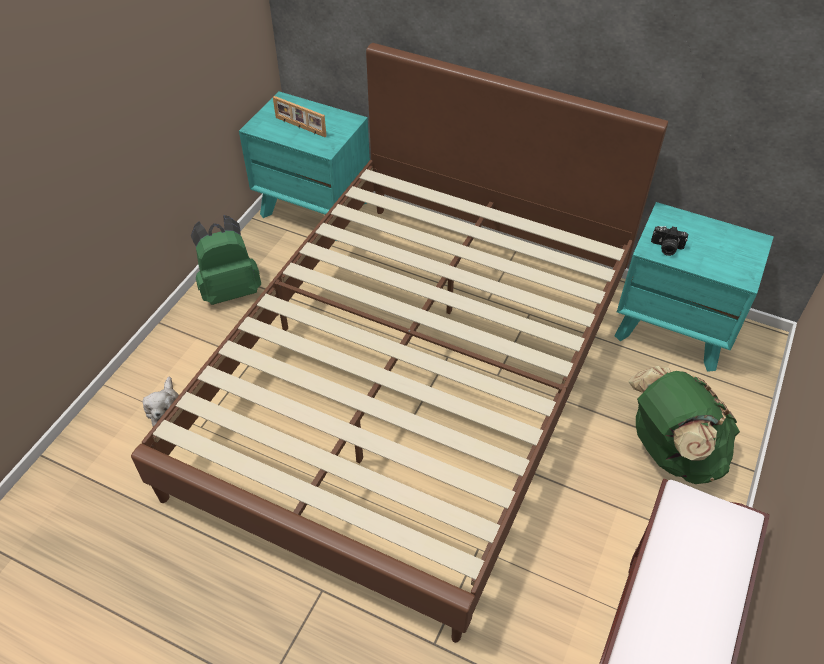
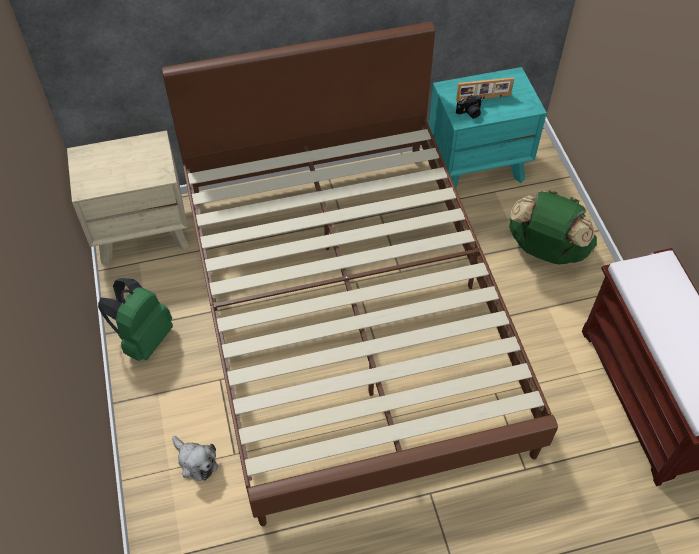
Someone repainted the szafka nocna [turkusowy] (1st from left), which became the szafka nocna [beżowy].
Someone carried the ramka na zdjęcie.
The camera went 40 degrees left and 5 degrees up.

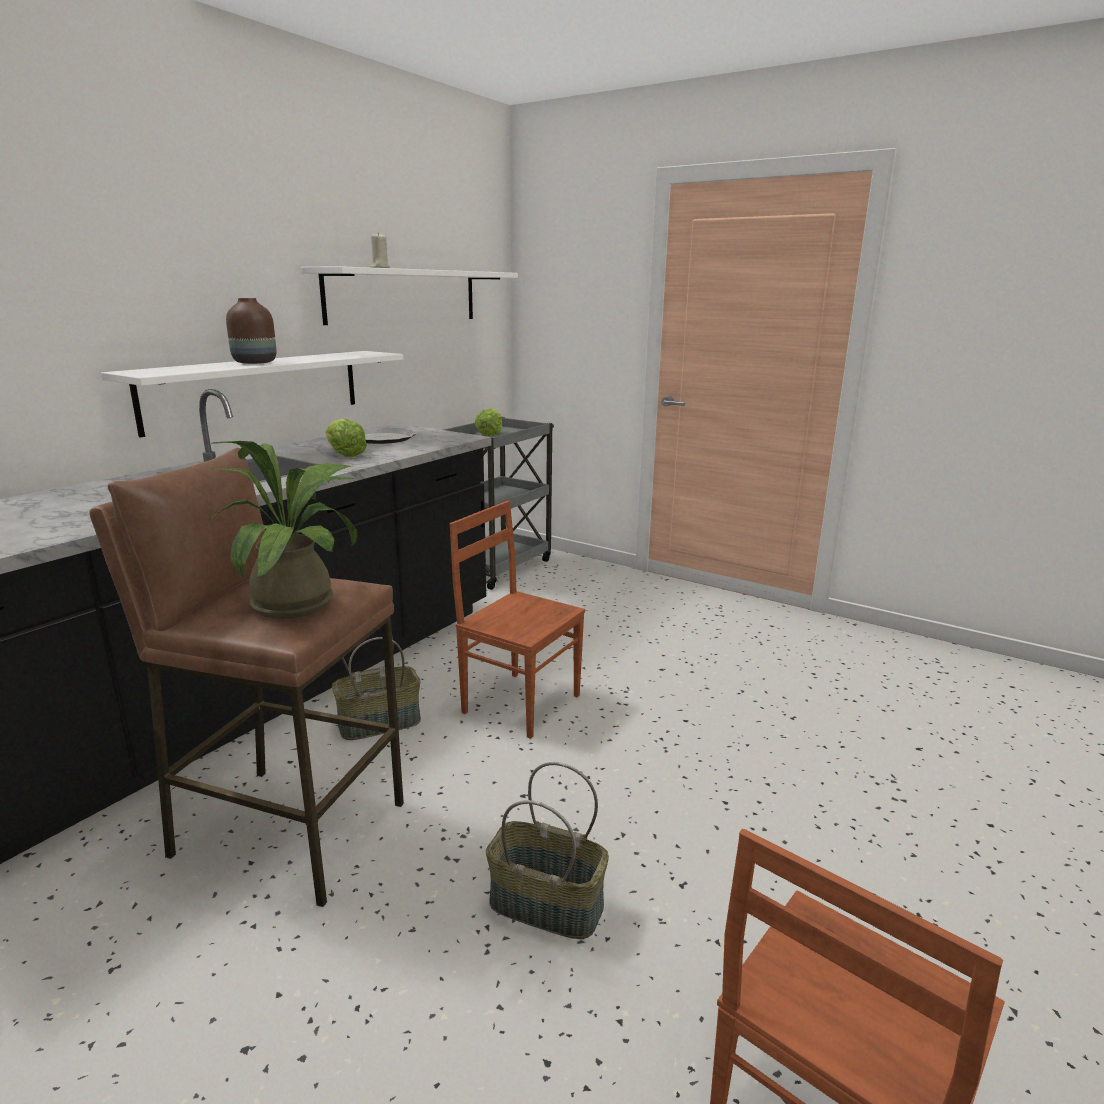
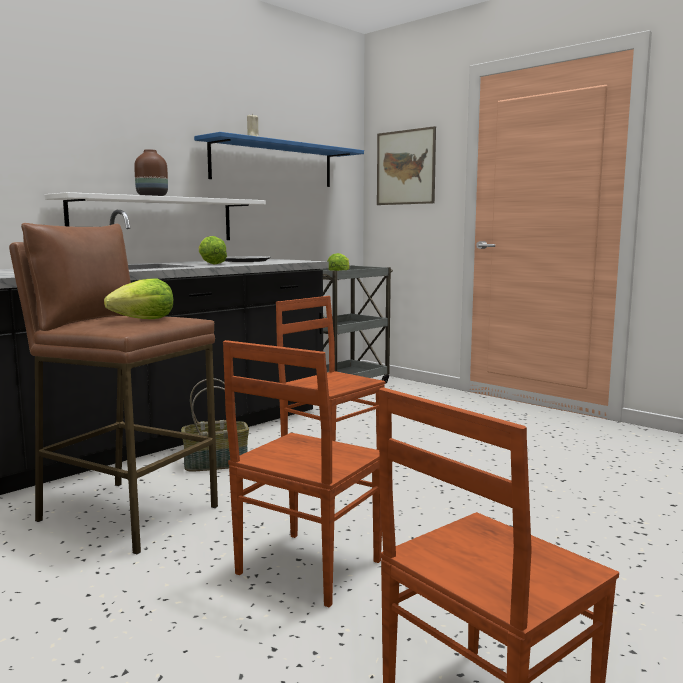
Someone swapped the roślina doniczkowa for the sałata (1st from left).
Someone repainted the półka [biały] (2nd from left), which became the półka [niebieski].
Someone swapped the koszyk (2nd from left) for the krzesło [brązowy] (1st from left).
Someone put up the obraz.
The camera went 10 degrees right and 10 degrees down.

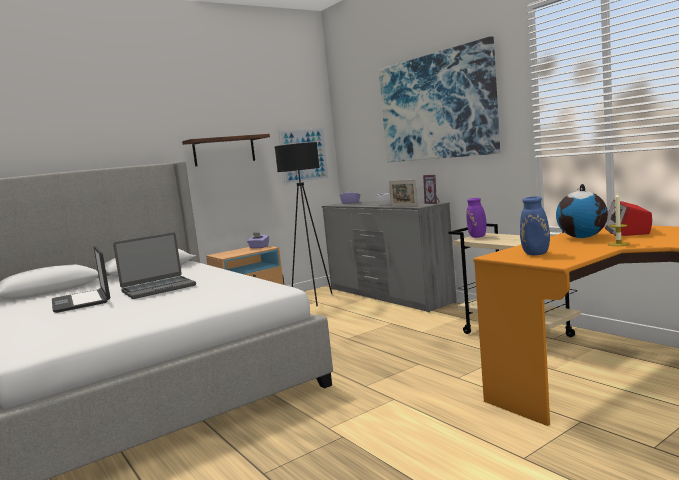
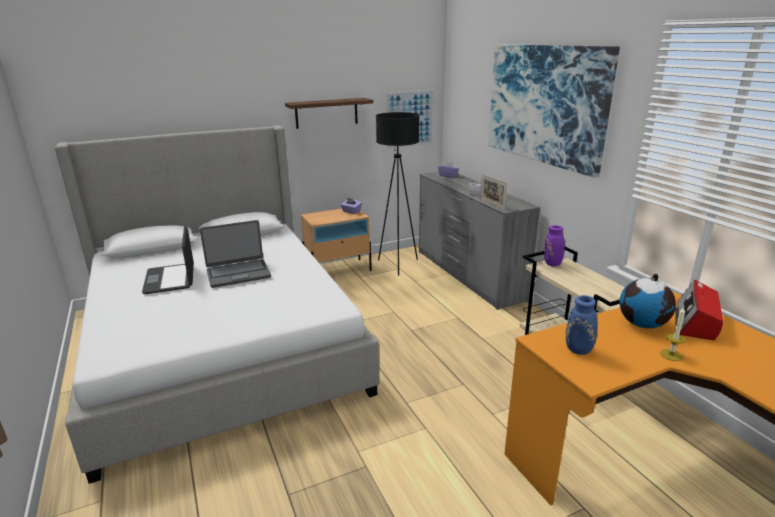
Someone took away the ramka na zdjęcie (2nd from left).
The camera went 10 degrees right and 15 degrees up.

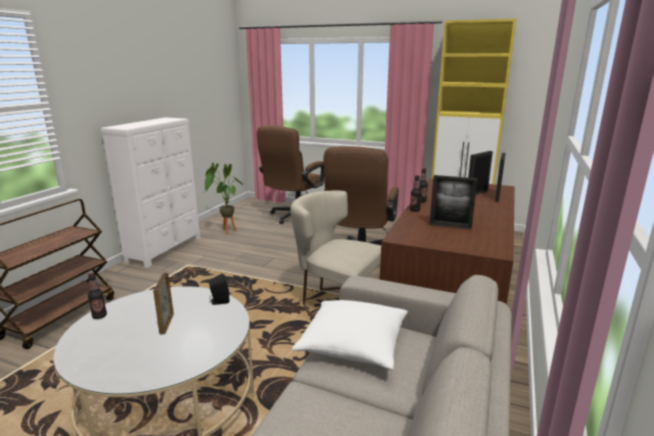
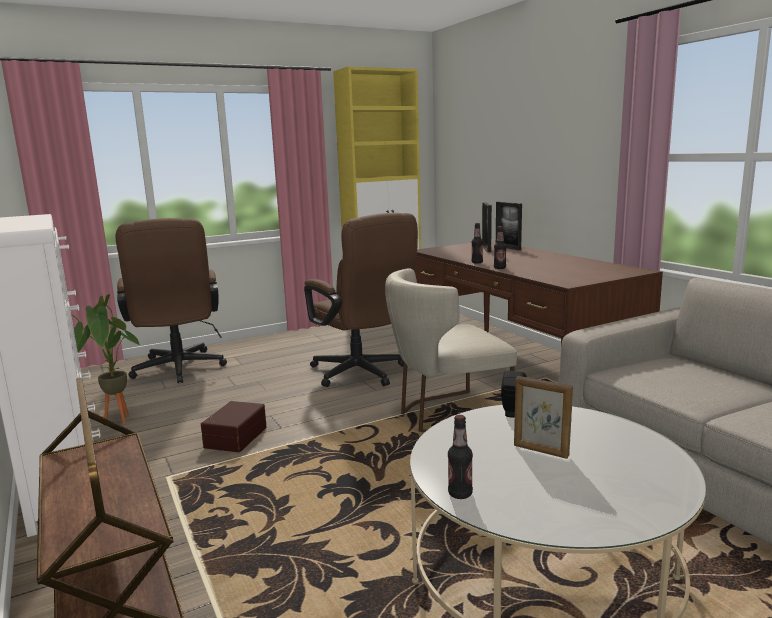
Someone took away the poduszka [biały].
Someone took away the ramka na zdjęcie (2nd from left).
Someone put down the pojemnik do przechowywania [brązowy].
The camera went 50 degrees left and 5 degrees down.

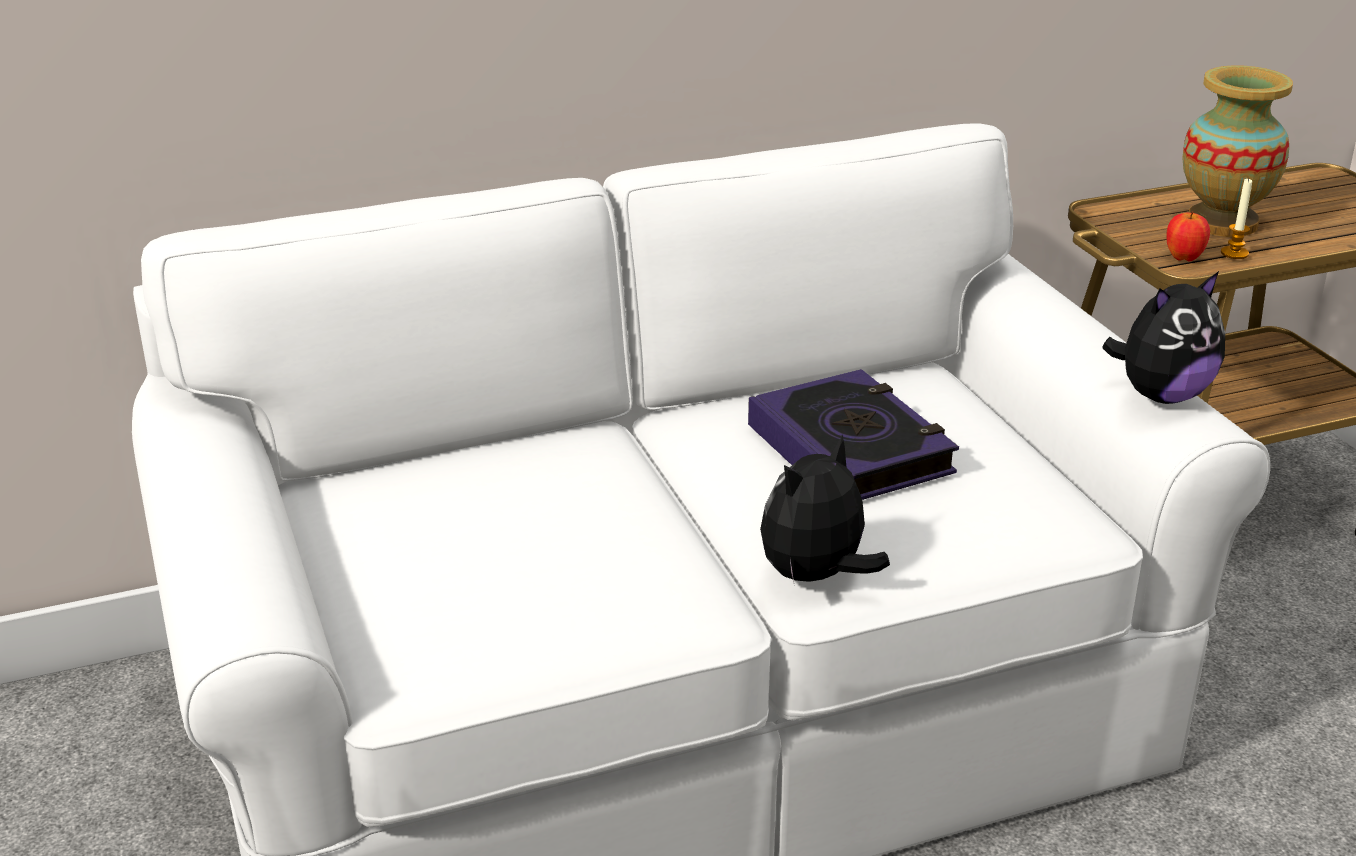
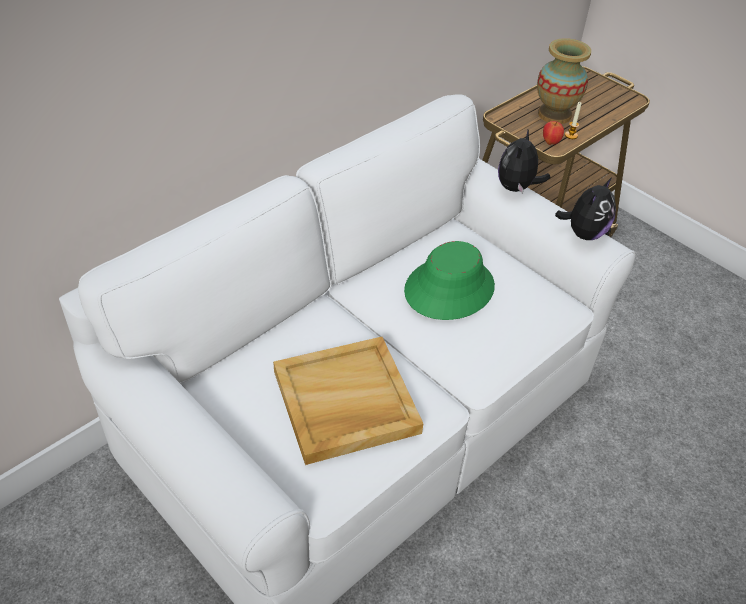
Someone swapped the książka for the kapelusz [zielony].
Someone carried the pluszak (1st from left).
Someone put down the taca [beżowy].
The camera went 25 degrees left and 15 degrees up.

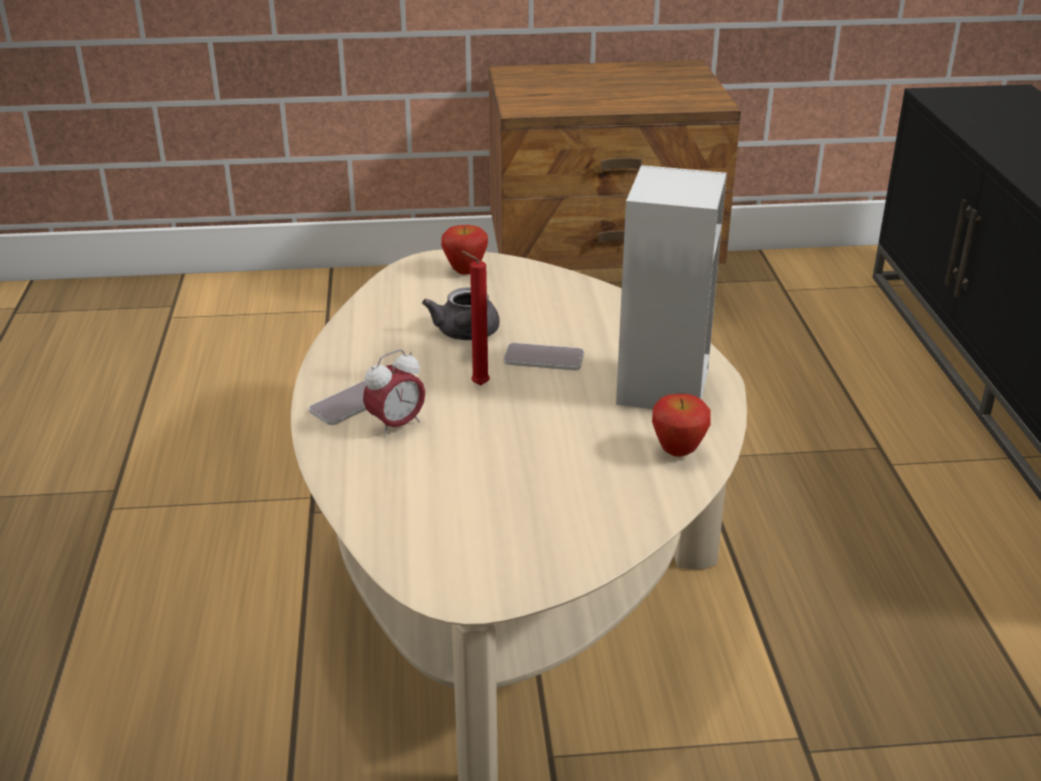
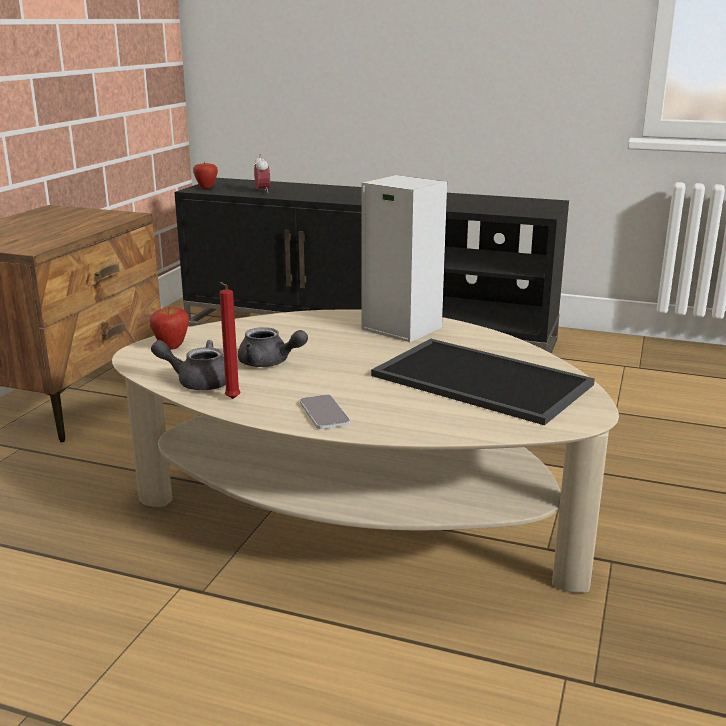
Someone carried the budzik.
Someone carried the świeca [czerwony].
Someone took away the telefon (2nd from left).
Someone carried the jabłko (2nd from left).
Someone put down the imbryk [szary] (1st from left).
Someone put down the taca.
The camera went 65 degrees left and 10 degrees down.

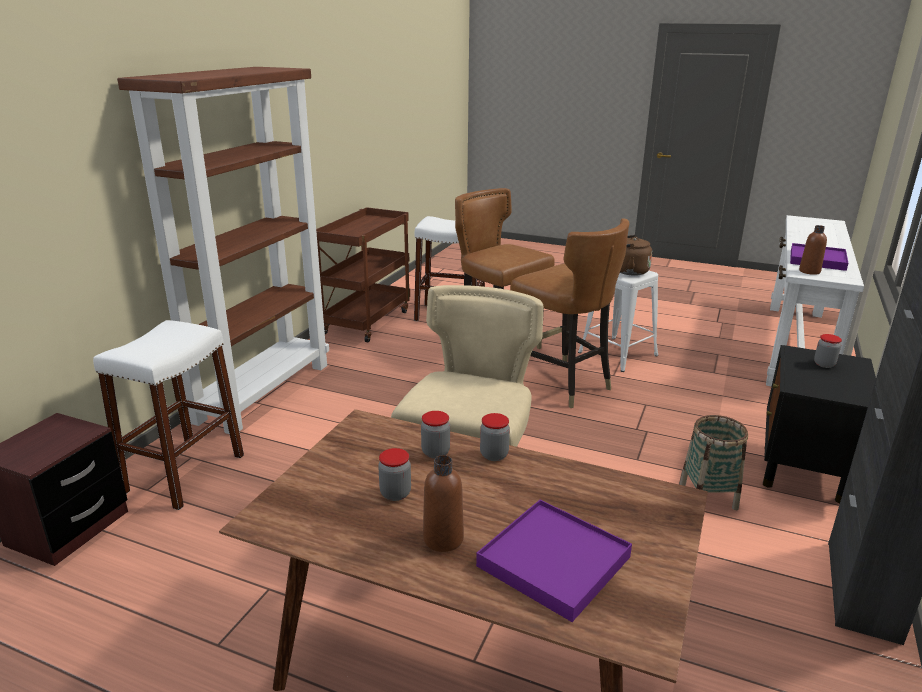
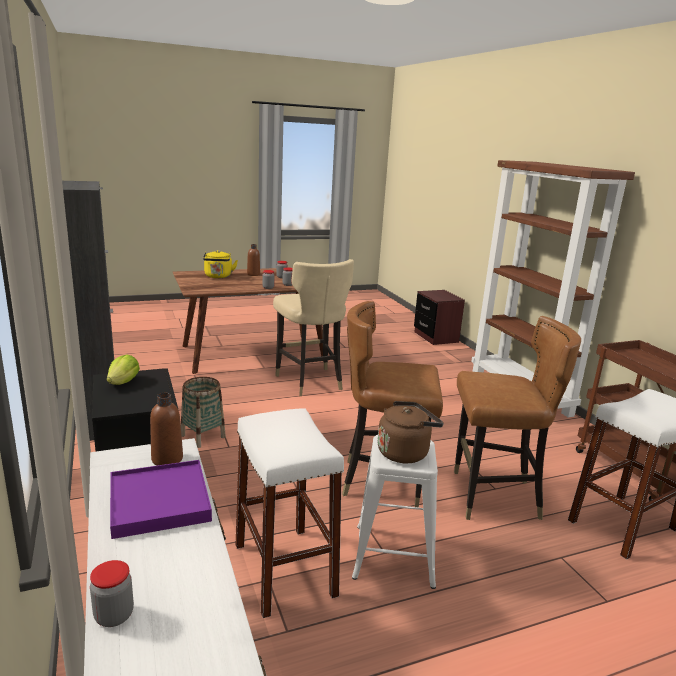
Someone carried the stołek [biały] (1st from left).
Someone swapped the taca [fioletowy] (1st from left) for the czajnik [żółty].
Someone carried the słoik (4th from left in the first image).
Someone put down the sałata.
The camera went 135 degrees right and 5 degrees down.

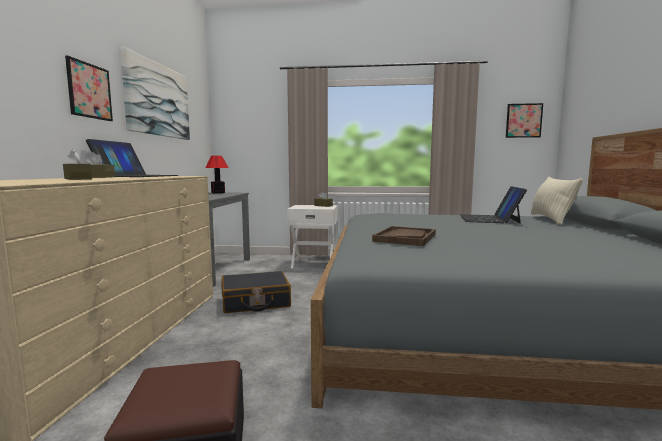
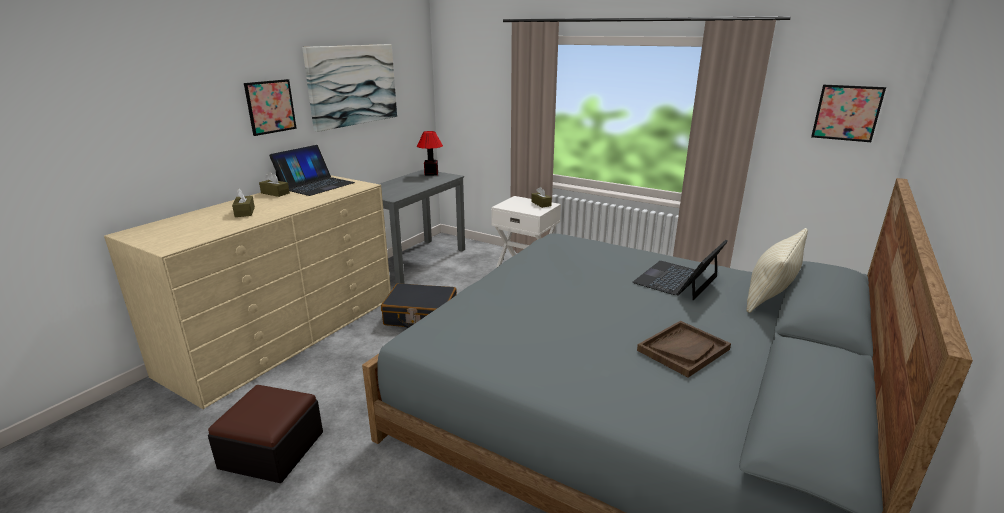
Someone carried the taca [brązowy].
The camera went 25 degrees right and 15 degrees up.

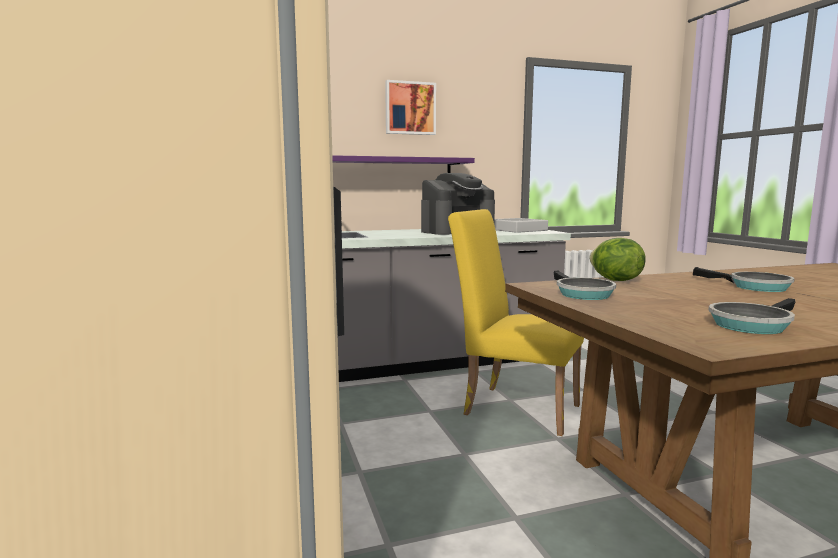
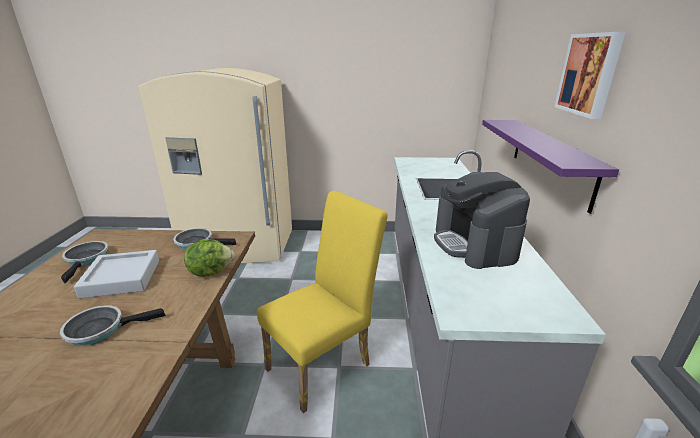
Someone carried the taca [szary].
The camera went 110 degrees right and 15 degrees up.

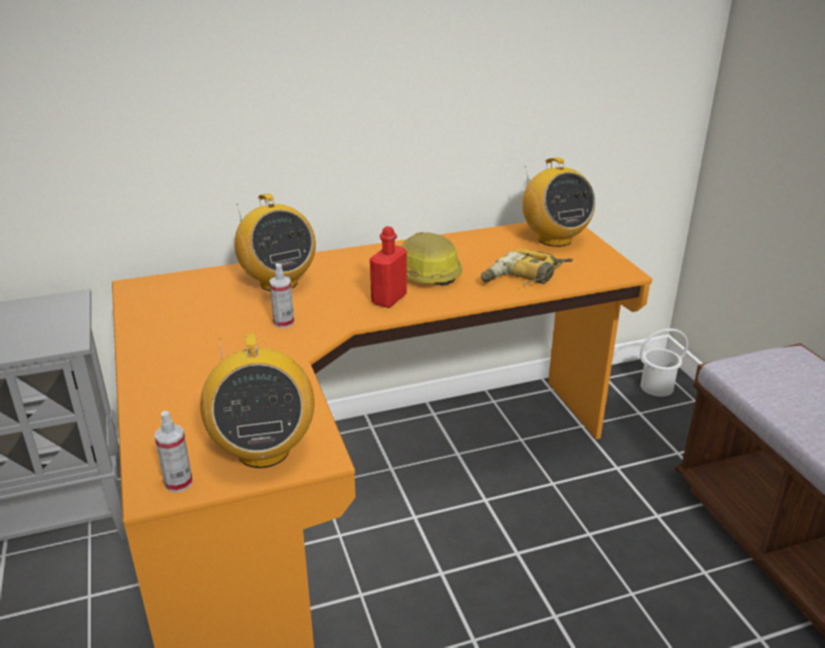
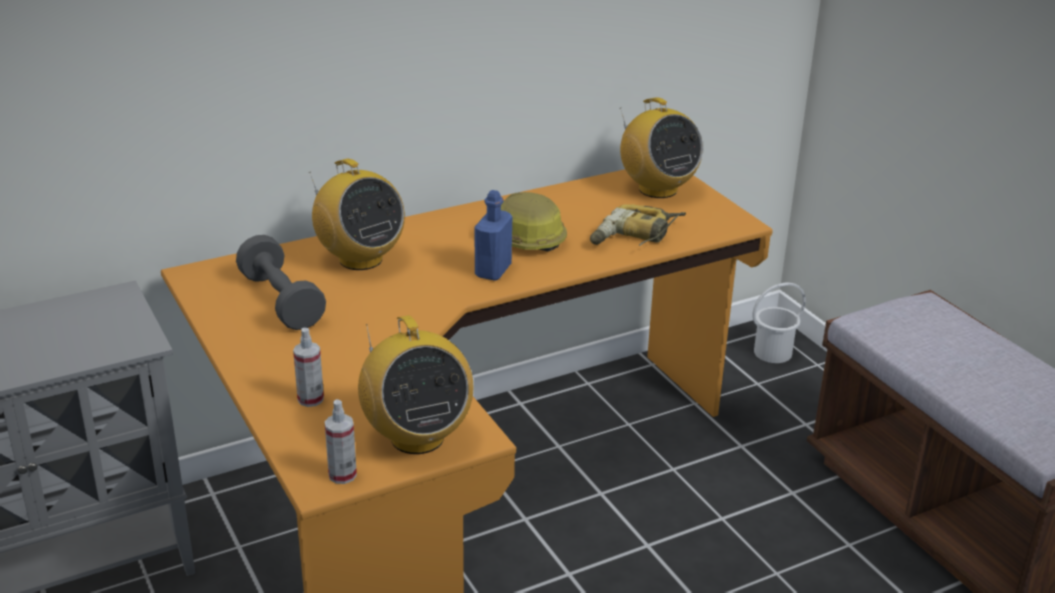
Someone carried the spryskiwacz (2nd from left in the first image).
Someone repainted the butelka [czerwony], which became the butelka [niebieski].
Someone put down the hantel [szary].
The camera went 10 degrees left and 0 degrees up.

